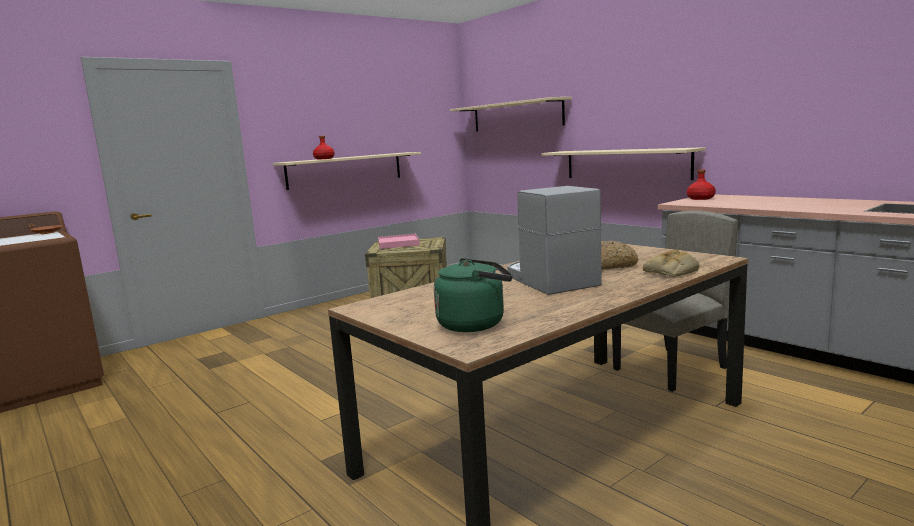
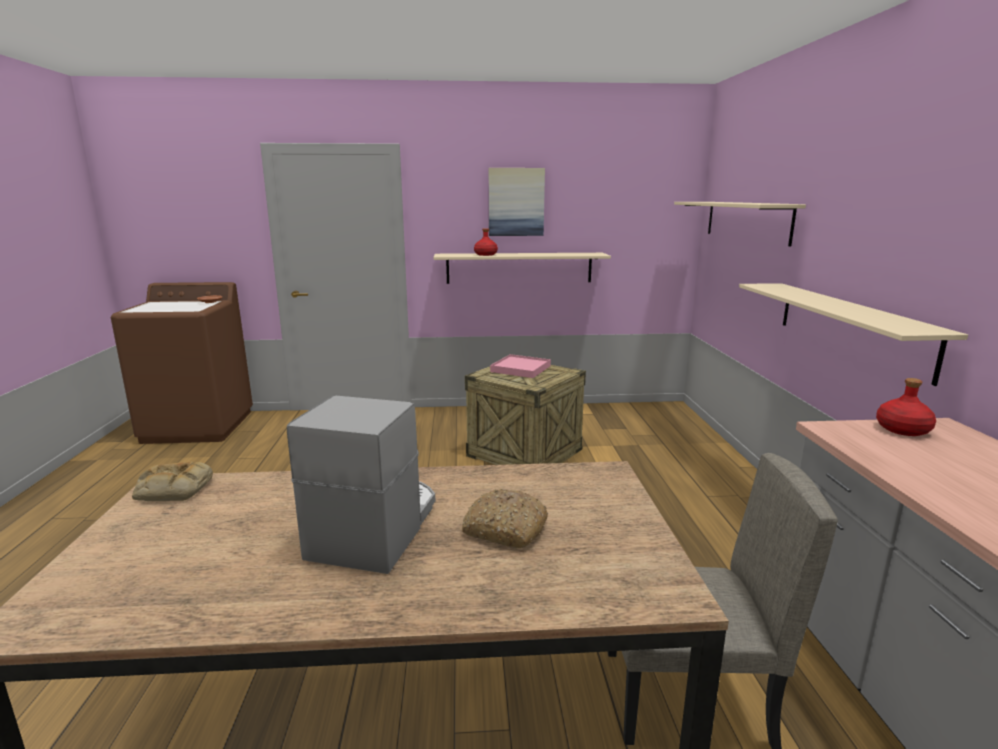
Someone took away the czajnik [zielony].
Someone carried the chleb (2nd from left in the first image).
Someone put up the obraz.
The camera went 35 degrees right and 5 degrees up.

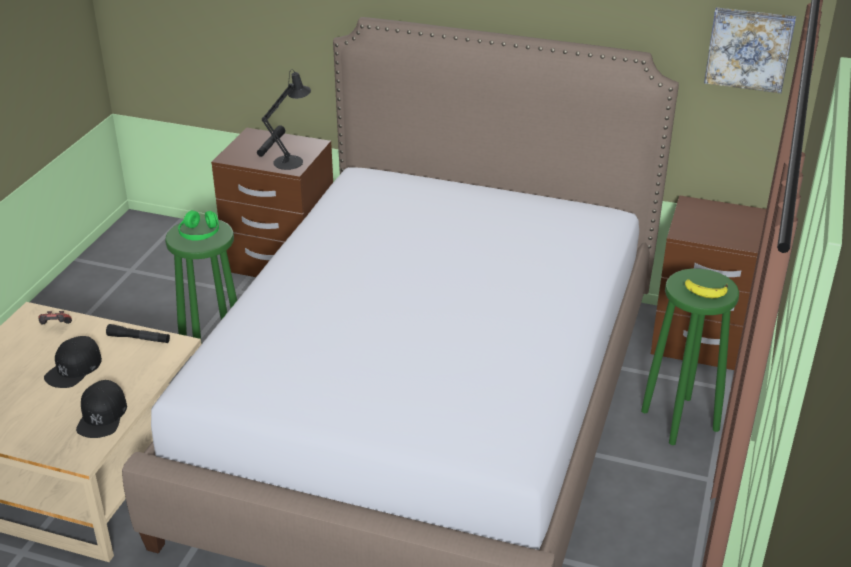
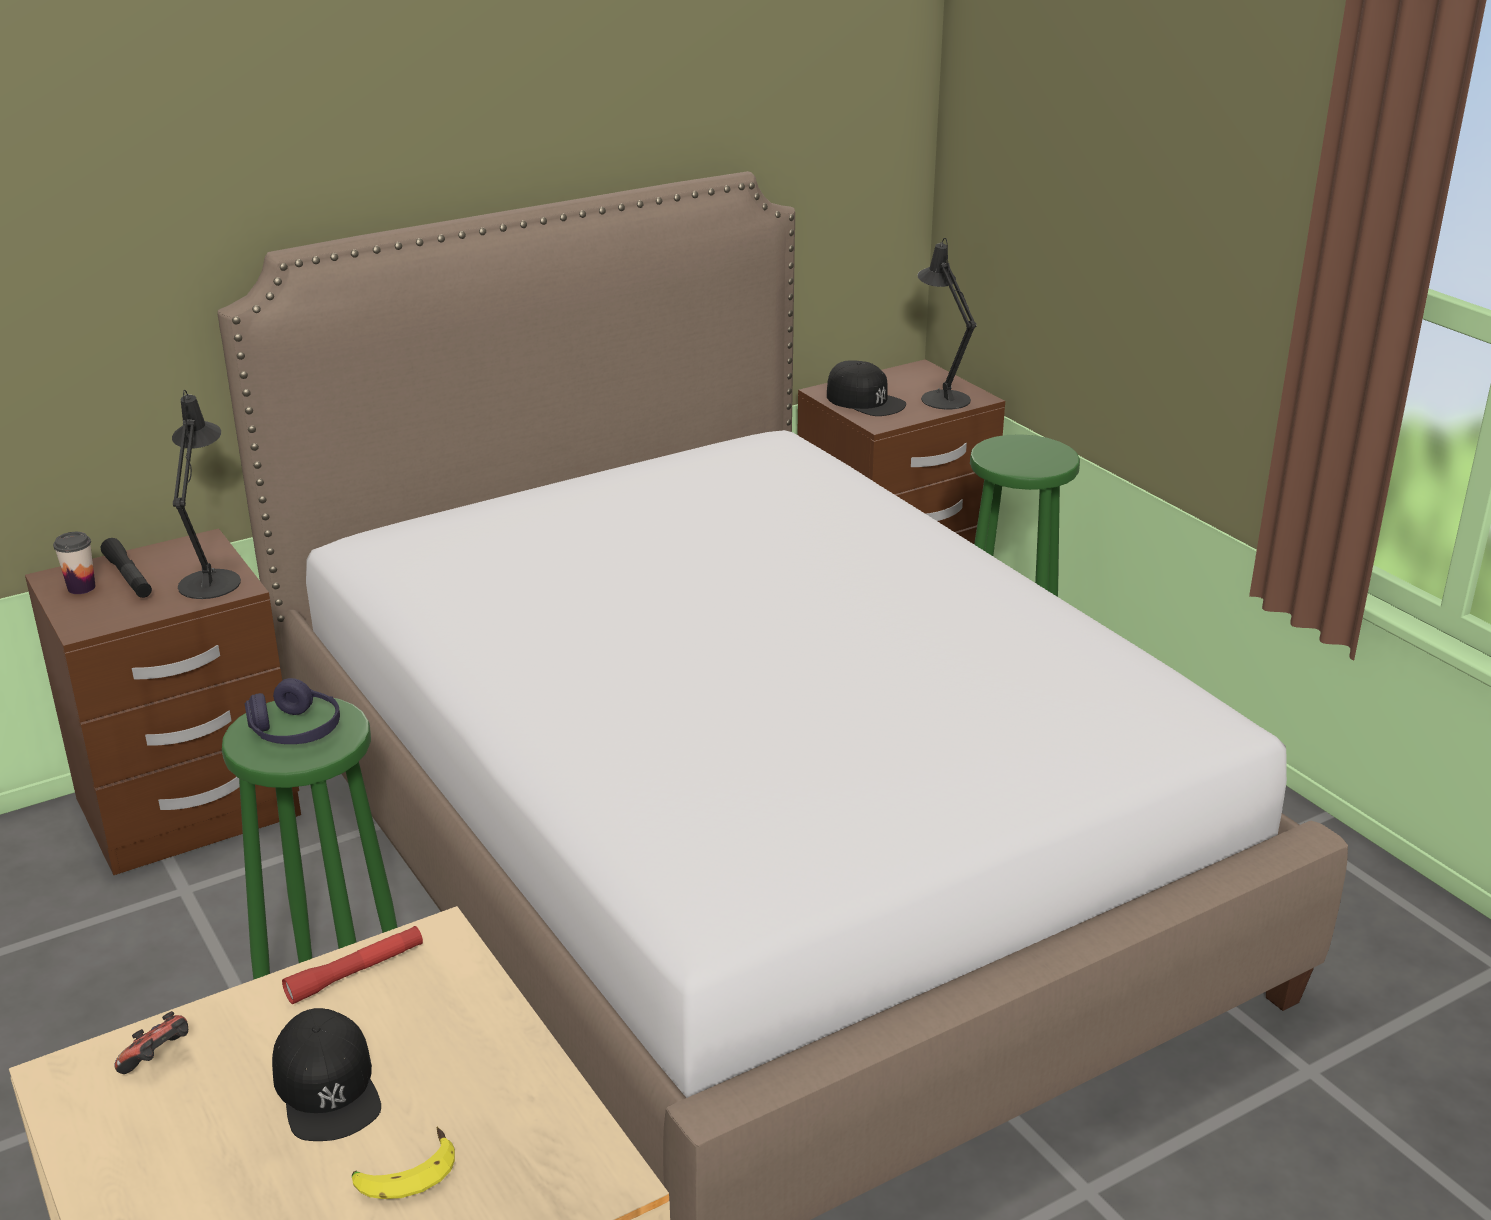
Someone carried the czapka z daszkiem [czarny] (2nd from left).
Someone repainted the latarka [czarny] (1st from left), which became the latarka [czerwony].
Someone repainted the słuchawki [zielony], which became the słuchawki [fioletowy].
Someone carried the banan.
Someone took away the obraz.
Someone put down the filiżanka.
Someone put down the lampa stołowa [czarny] (2nd from left).
The camera went 50 degrees left and 5 degrees down.

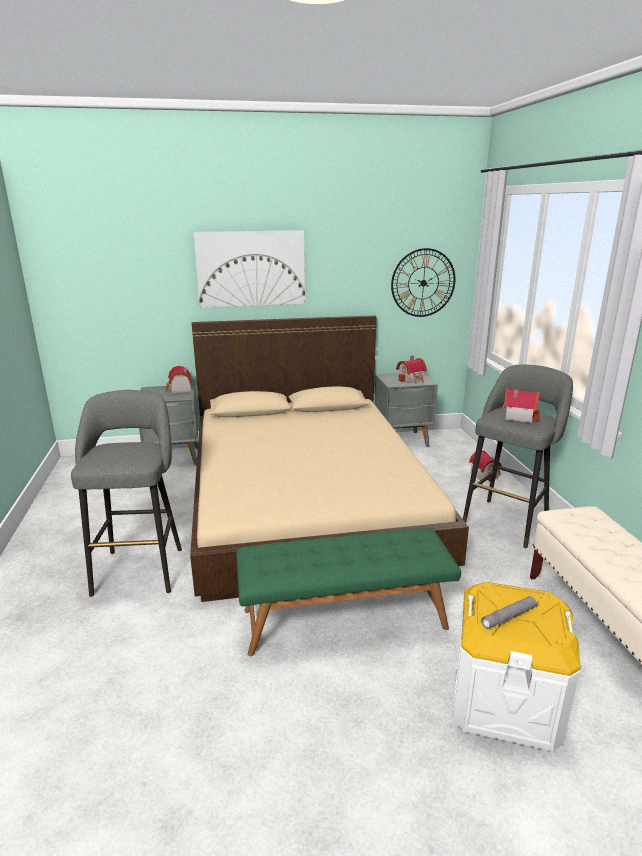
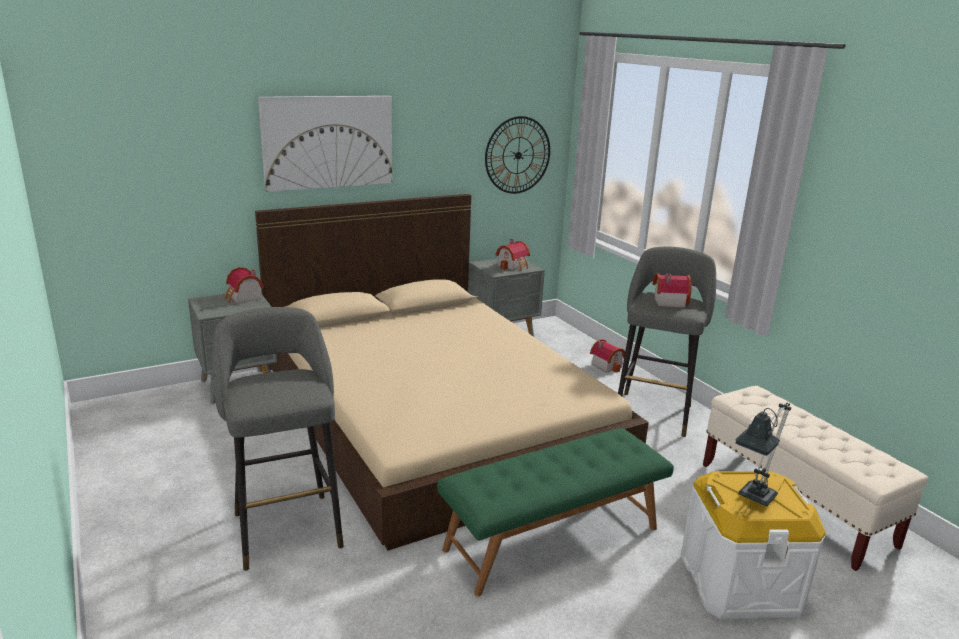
Someone swapped the latarka [szary] for the lampa stołowa.
The camera went 20 degrees left and 0 degrees up.

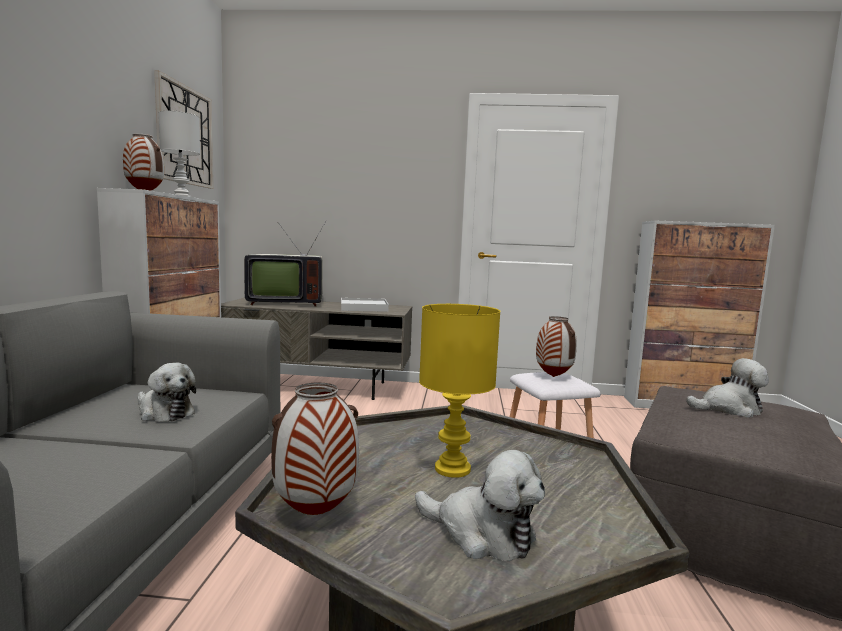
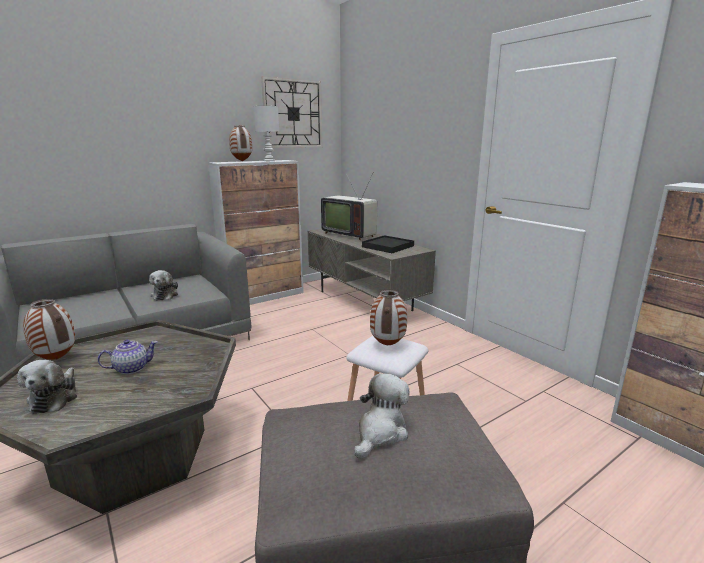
Someone repainted the taca [biały], which became the taca [czarny].
Someone swapped the lampa stołowa [żółty] for the imbryk.
Someone rotated the pluszak (3rd from left) by 105 degrees counterclockwise.
The camera went 50 degrees right and 10 degrees up.

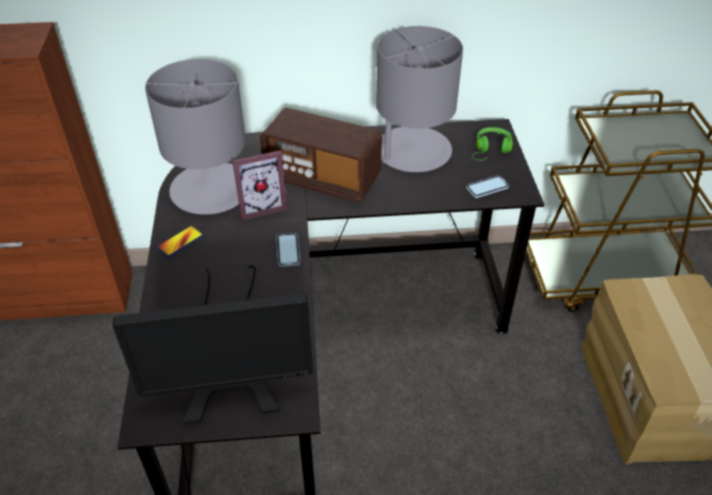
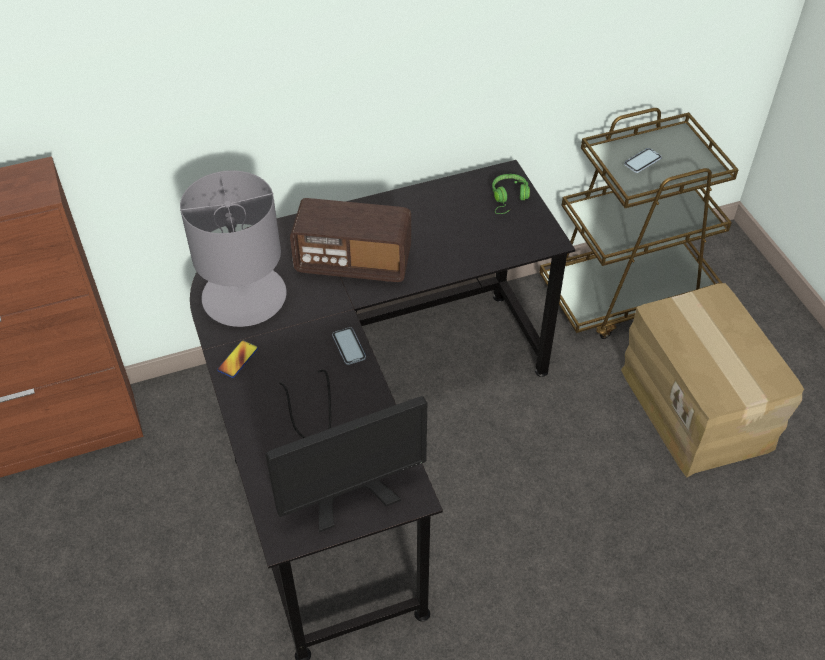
Someone took away the ramka na zdjęcie.
Someone took away the lampa stołowa [szary] (2nd from left).
Someone carried the telefon (3rd from left).
The camera went 15 degrees left and 5 degrees up.

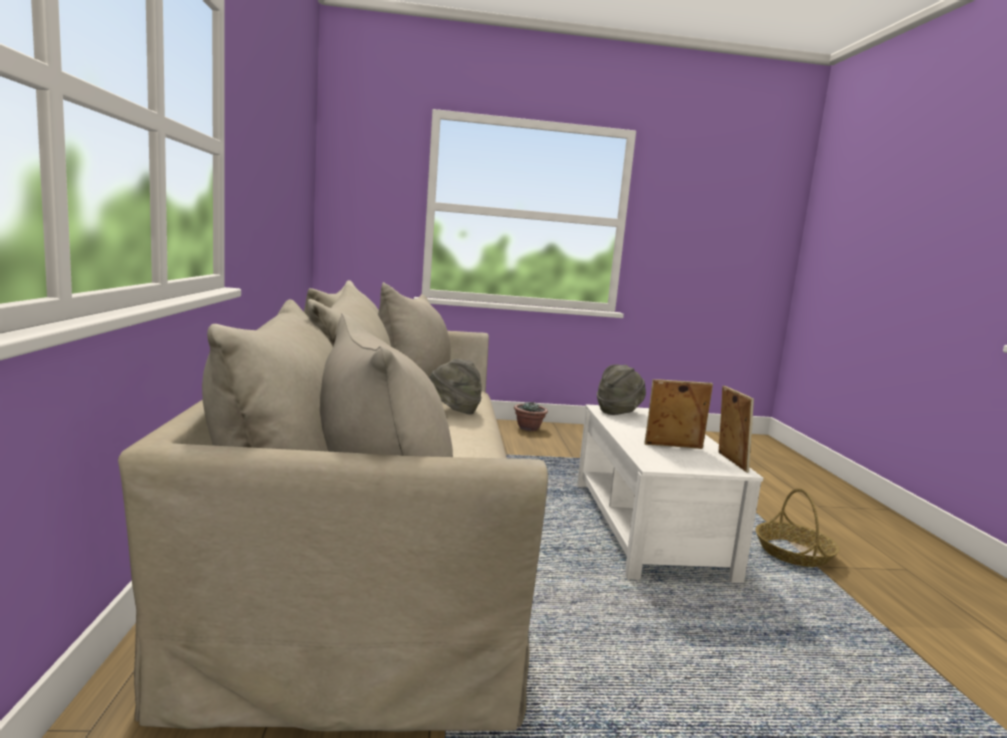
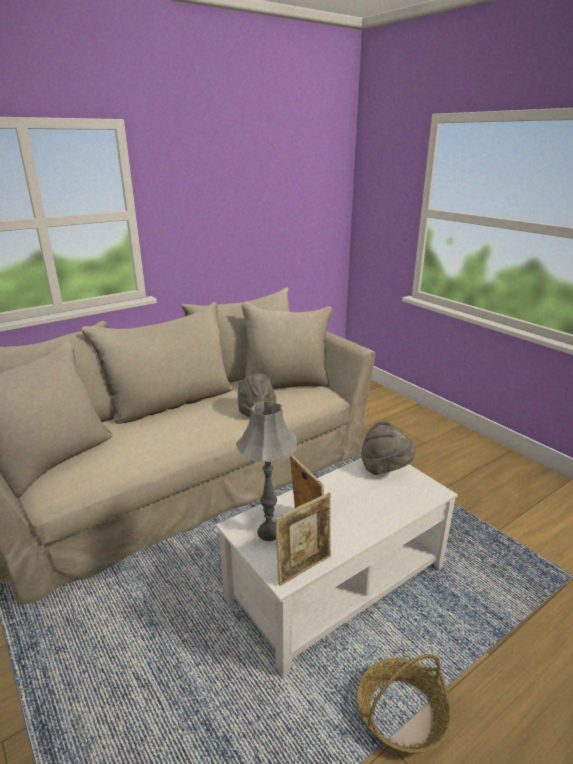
Someone took away the roślina doniczkowa.
Someone put down the lampa stołowa [szary].
The camera went 60 degrees right and 15 degrees up.

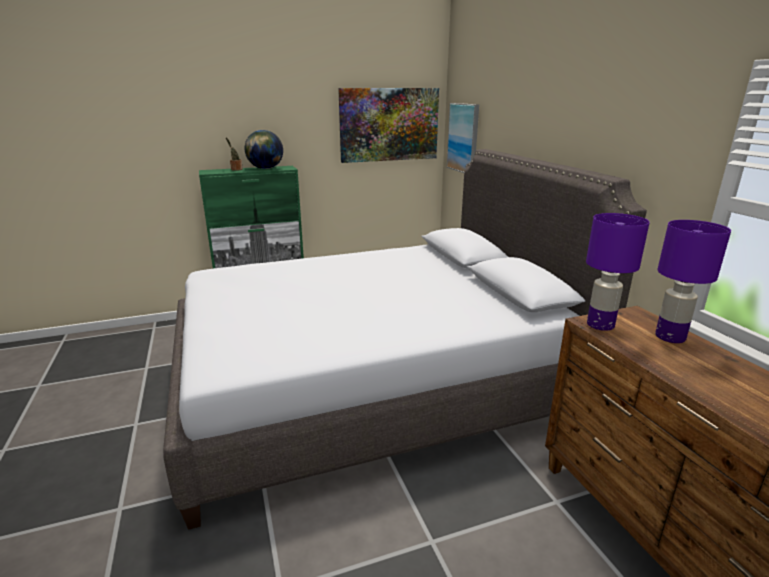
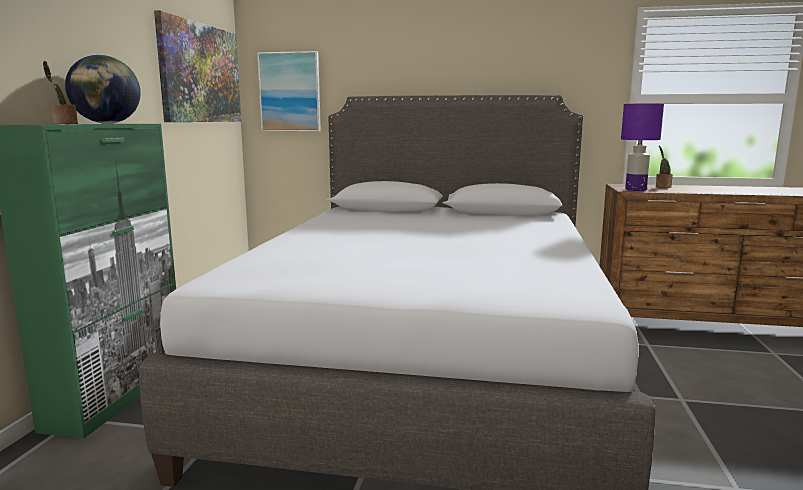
Someone swapped the lampa stołowa [fioletowy] (2nd from left) for the roślina doniczkowa (2nd from left).
The camera went 60 degrees left and 10 degrees down.

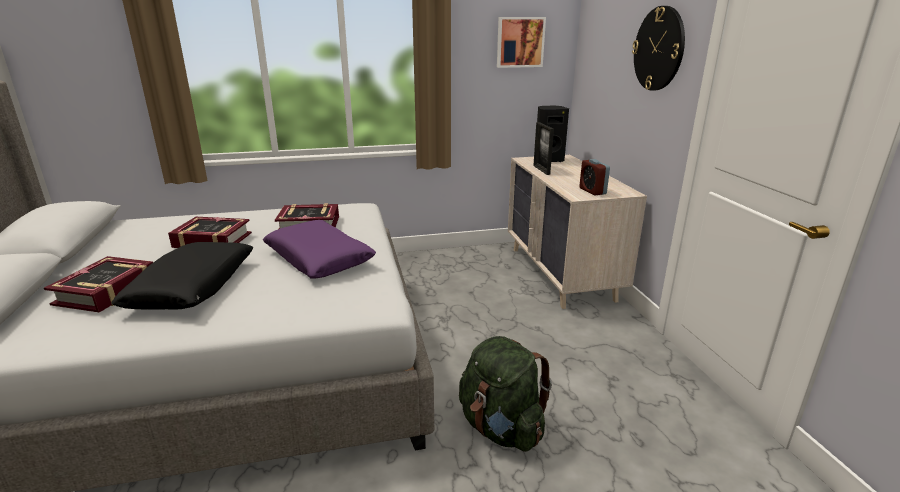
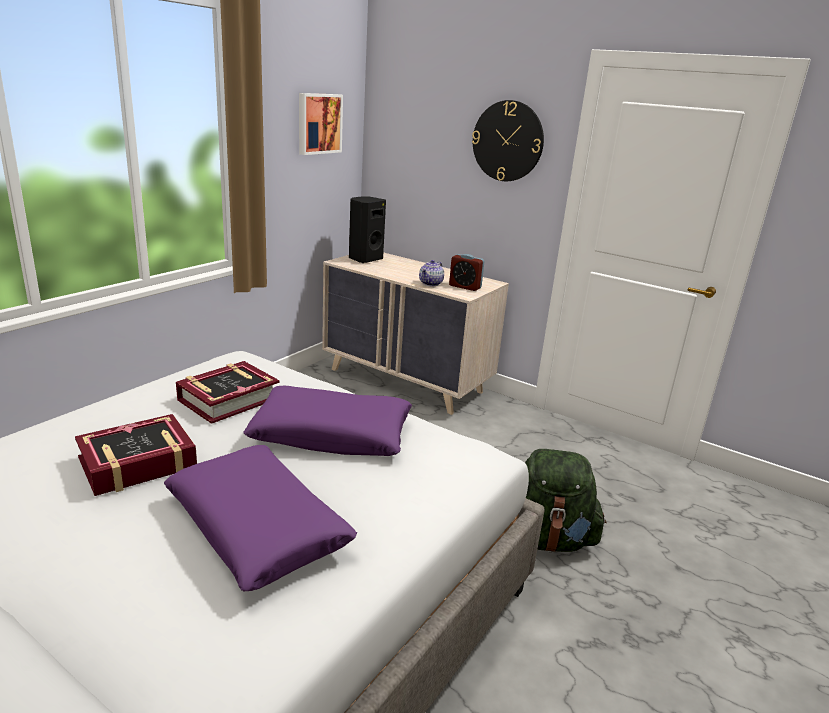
Someone took away the książka (1st from left).
Someone repainted the poduszka [czarny], which became the poduszka [fioletowy] (1st from left).
Someone took away the ramka na zdjęcie.
Someone put down the imbryk.
The camera went 45 degrees left and 0 degrees up.

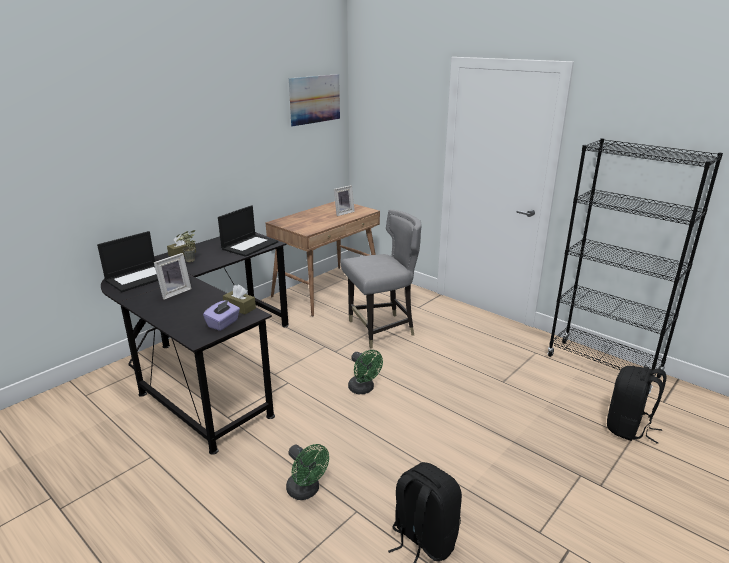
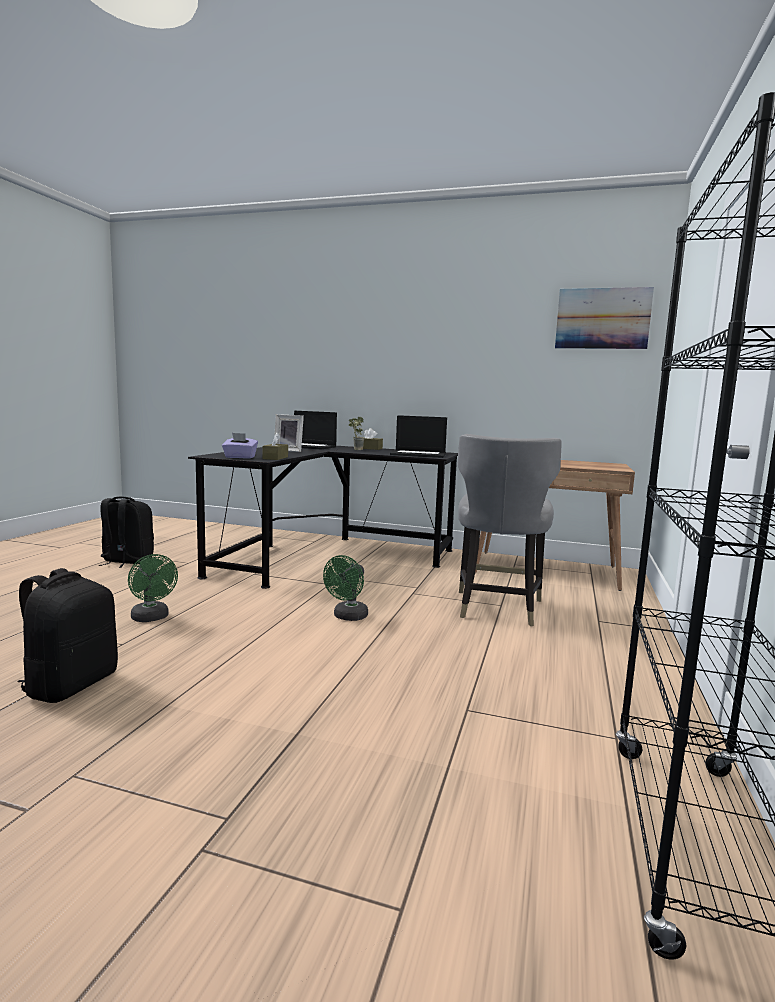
Someone rotated the wentylator [zielony] (1st from left) by 60 degrees counterclockwise.
Someone took away the ramka na zdjęcie (2nd from left).
Someone rotated the krzesło [szary] by 60 degrees clockwise.
Someone carried the plecak [czarny] (2nd from left).
The camera went 65 degrees right and 15 degrees down.

